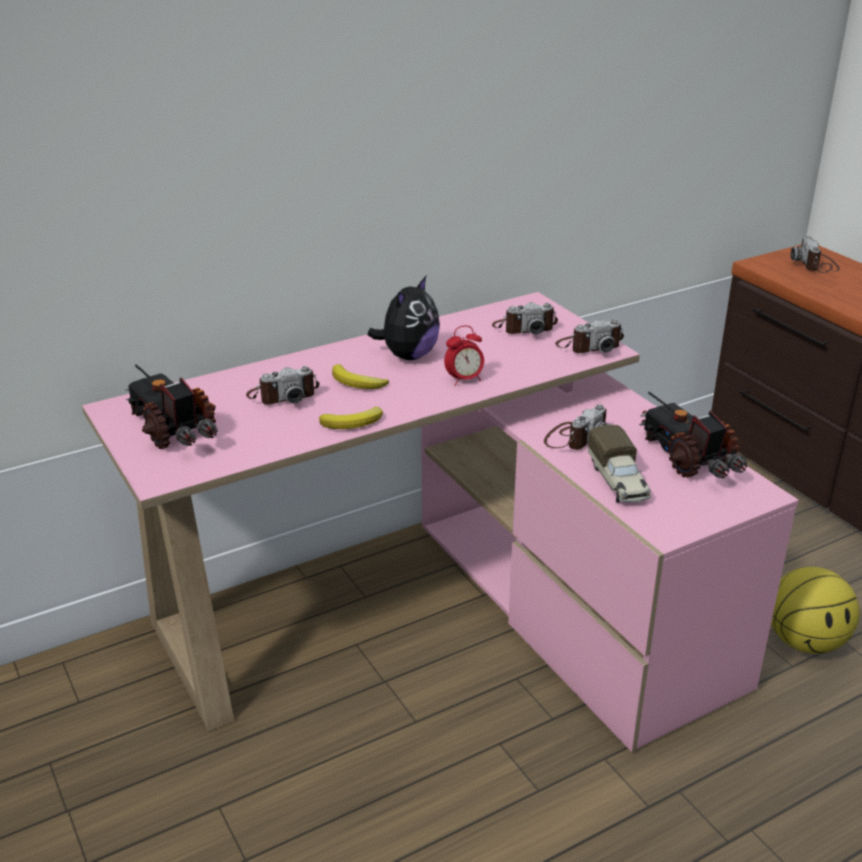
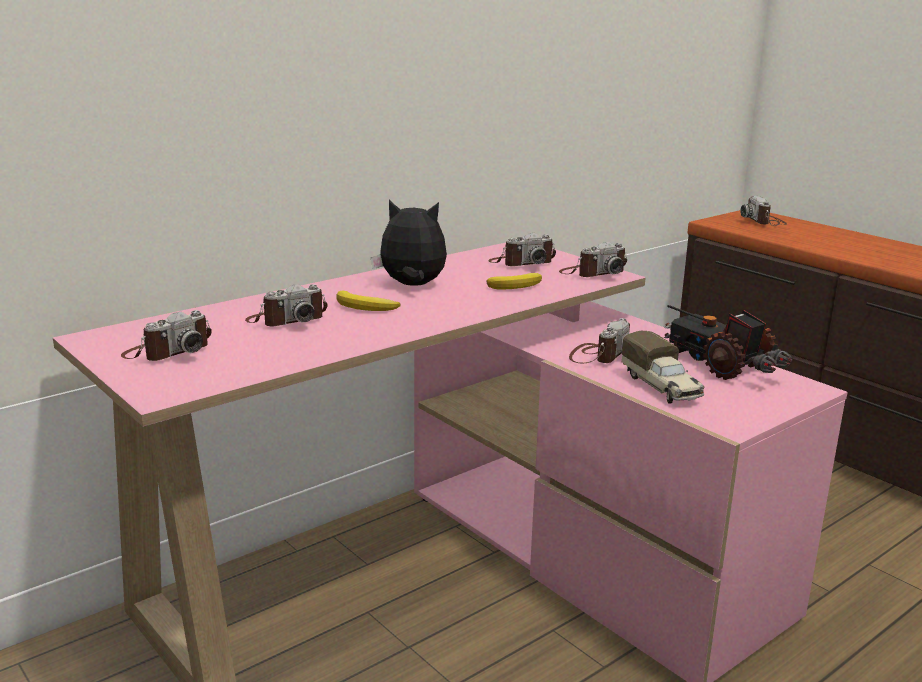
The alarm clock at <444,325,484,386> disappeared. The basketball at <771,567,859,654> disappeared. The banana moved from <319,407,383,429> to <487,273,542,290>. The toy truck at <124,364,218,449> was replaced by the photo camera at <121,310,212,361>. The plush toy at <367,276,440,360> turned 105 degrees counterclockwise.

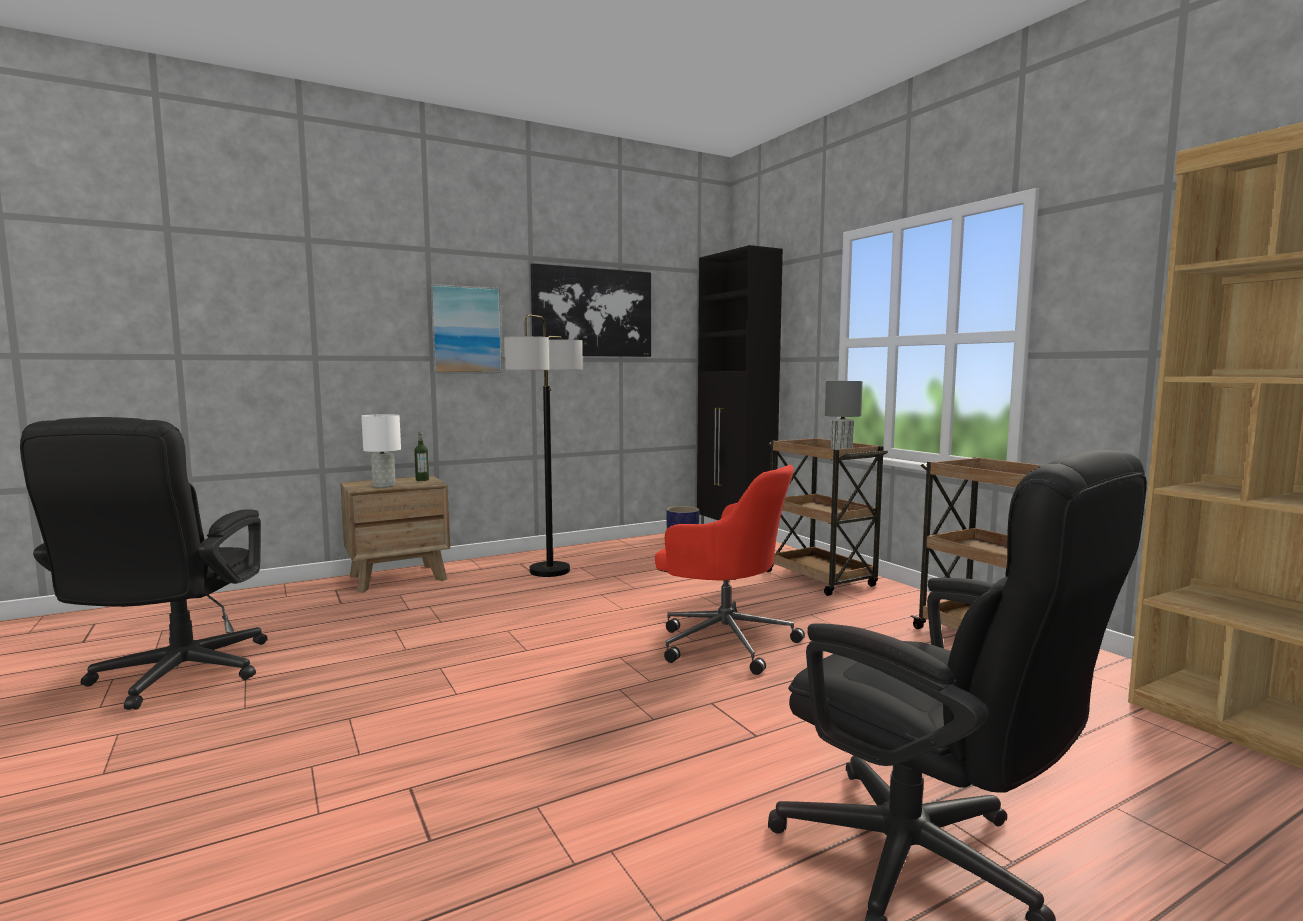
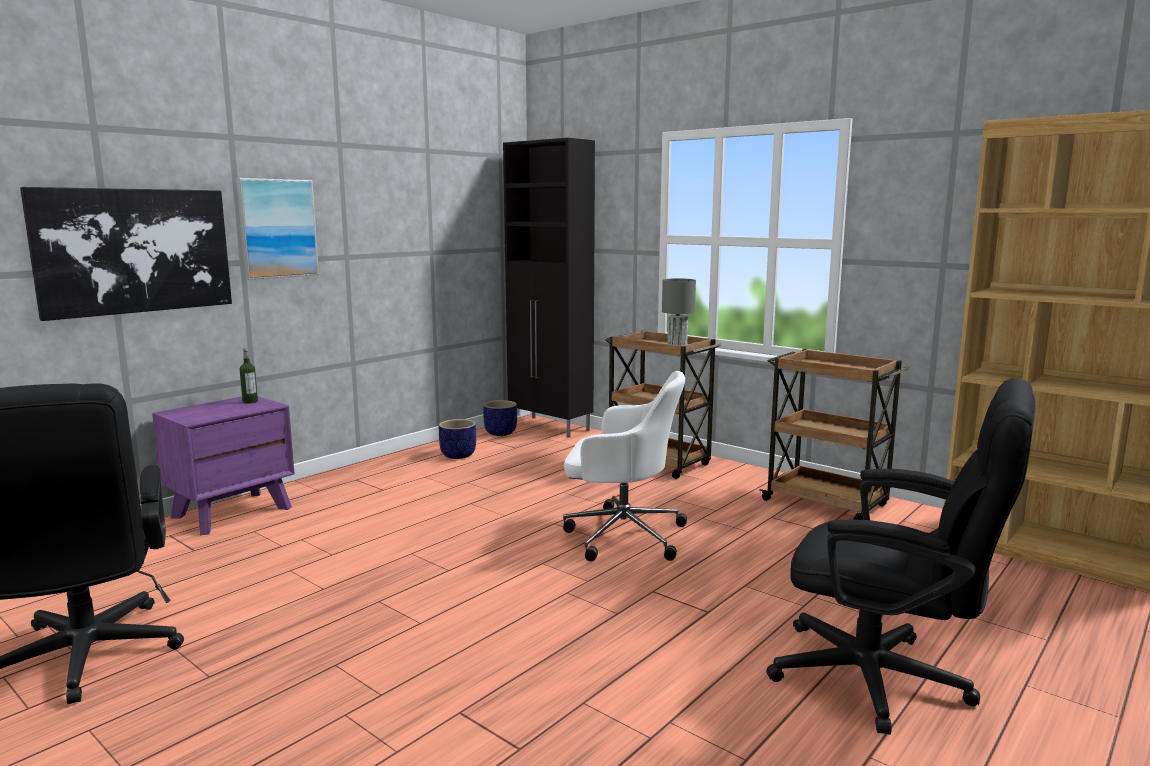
The table lamp/white at <361,414,401,488> disappeared. The floor lamp at <504,314,583,577> disappeared. The planter at <439,419,476,459> appeared. The picture moved from <531,263,651,357> to <20,187,232,321>. The nightstand/brown at <340,476,450,593> became the nightstand/purple at <152,396,294,535>. The office chair/red at <655,465,805,675> became the office chair/white at <563,371,687,561>.

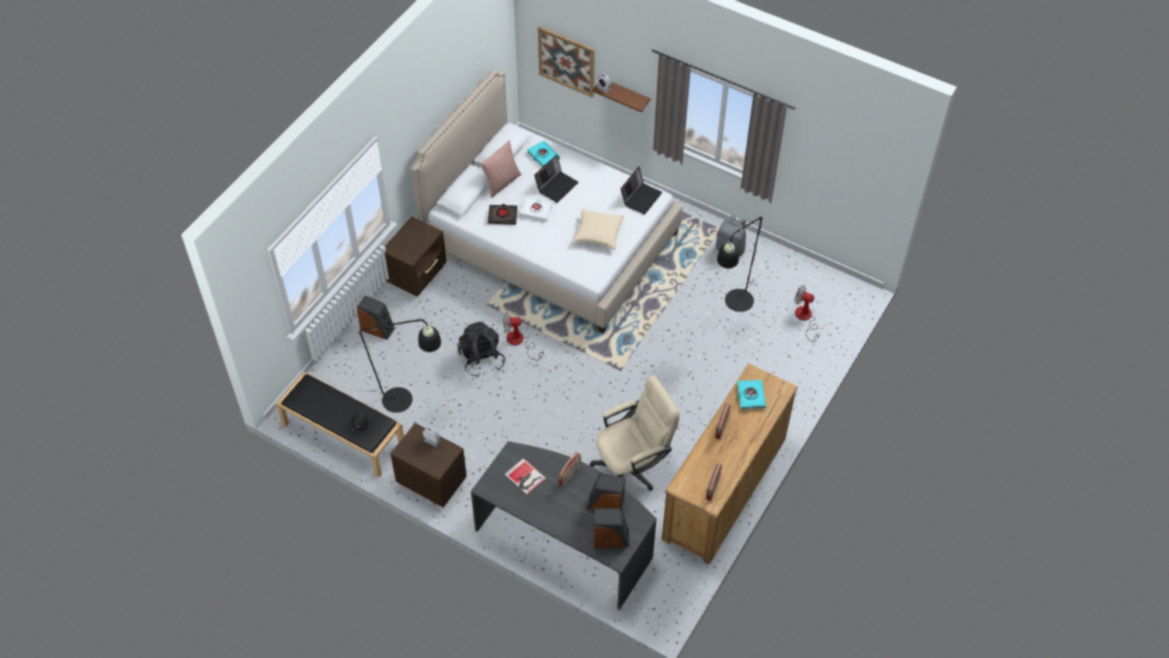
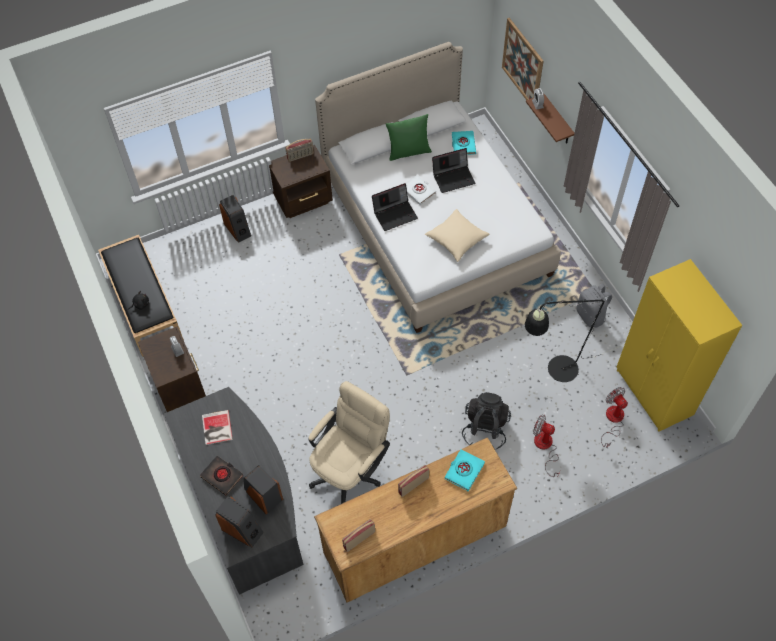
The floor lamp/black at <329,318,441,413> disappeared. The wardrobe/yellow at <617,259,742,431> appeared. The backpack/black moved from <457,322,505,377> to <462,392,511,449>. The book/black moved from <488,204,518,225> to <200,456,243,496>. The fan moved from <503,312,543,360> to <533,415,560,477>. The radio moved from <559,452,581,487> to <285,139,314,162>. The laptop moved from <621,166,662,215> to <372,183,418,231>. The pillow/pink at <480,140,522,198> became the pillow/green at <386,114,432,161>. The office chair/beige at <590,376,680,491> turned 60 degrees counterclockwise.

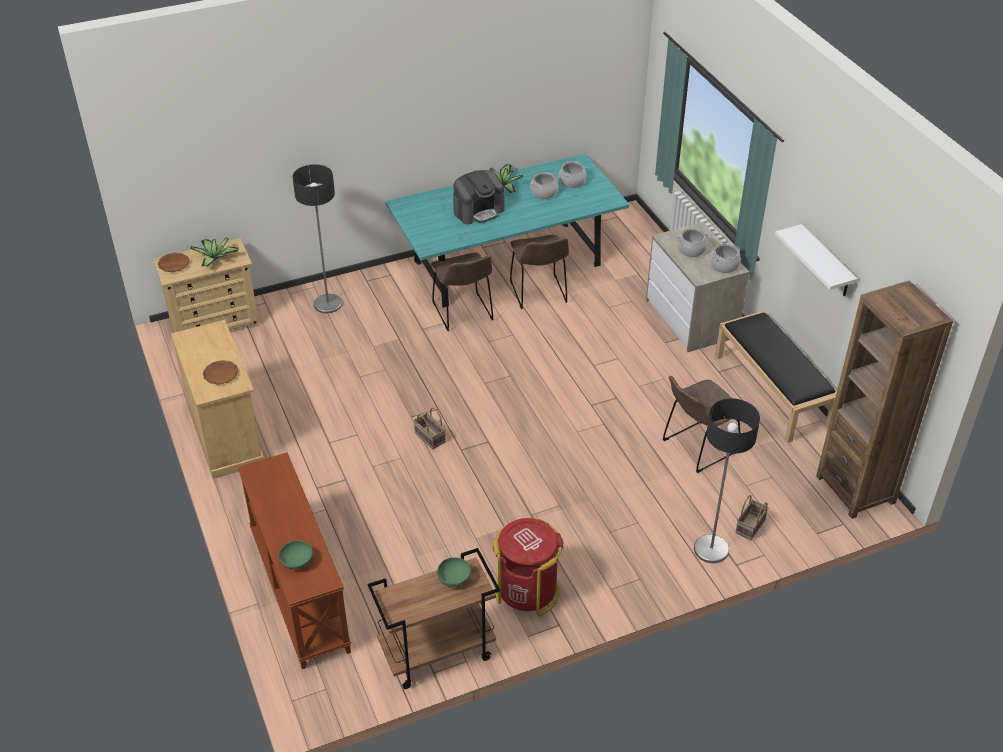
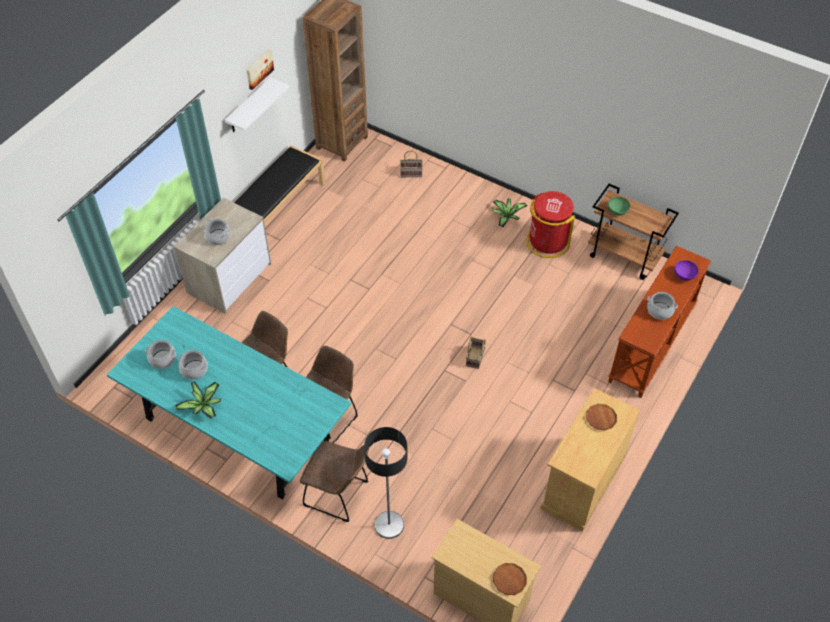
The coffee machine at <453,170,505,224> disappeared. The floor lamp at <694,398,760,563> disappeared. The picture at <247,50,274,90> appeared. The potted plant moved from <190,238,239,267> to <492,199,527,227>. The chair/brown moved from <663,376,740,473> to <300,441,369,522>. The cooking pot moved from <710,244,741,273> to <647,292,678,320>. The bowl/green at <279,541,313,569> became the bowl/purple at <674,260,698,281>.

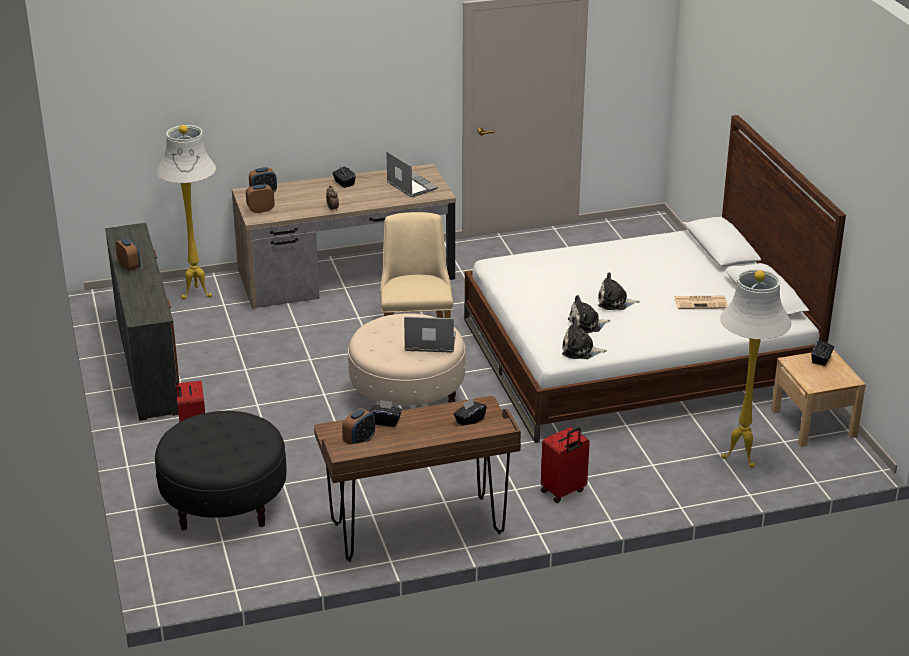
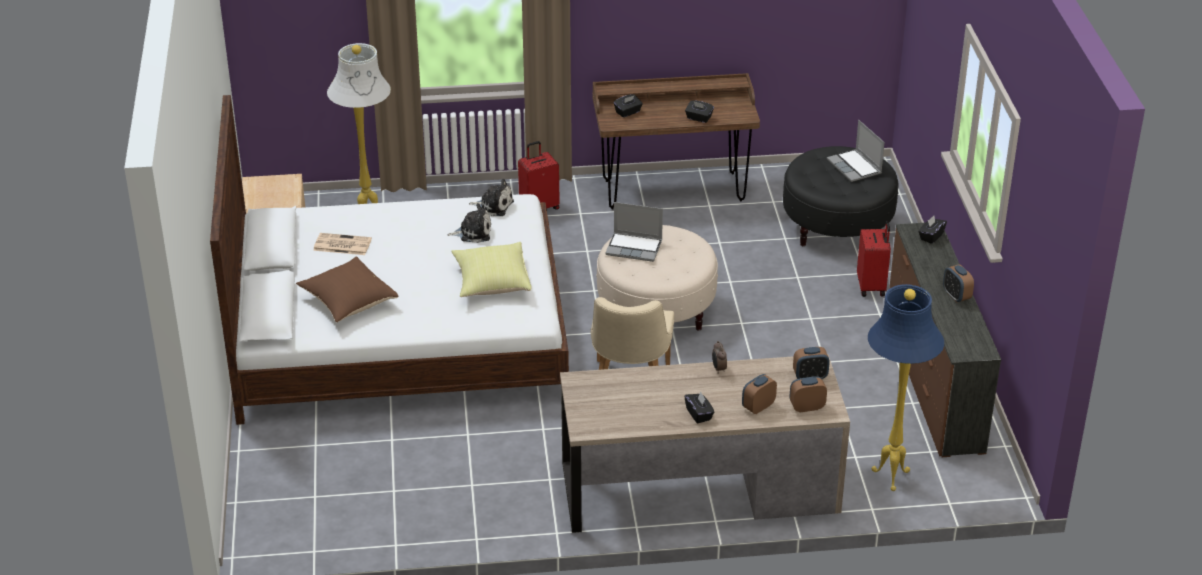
The plush toy at <598,272,640,310> disappeared. The pillow/brown at <296,256,399,323> appeared. The pillow/yellow at <451,242,531,297> appeared. The alarm clock moved from <342,408,375,444> to <742,374,777,414>. The laptop moved from <386,151,438,197> to <827,120,885,182>. The tissue box/black moved from <812,340,834,366> to <918,216,947,244>. The floor lamp/white at <156,125,216,299> became the floor lamp/blue at <868,284,944,491>.

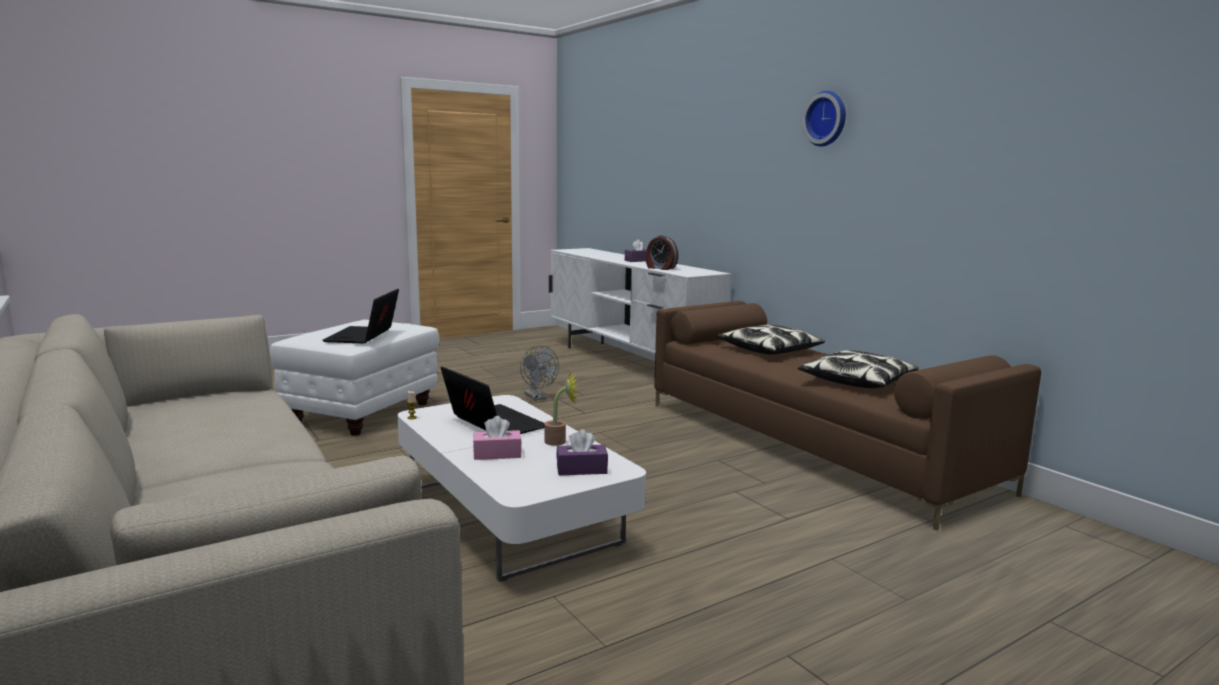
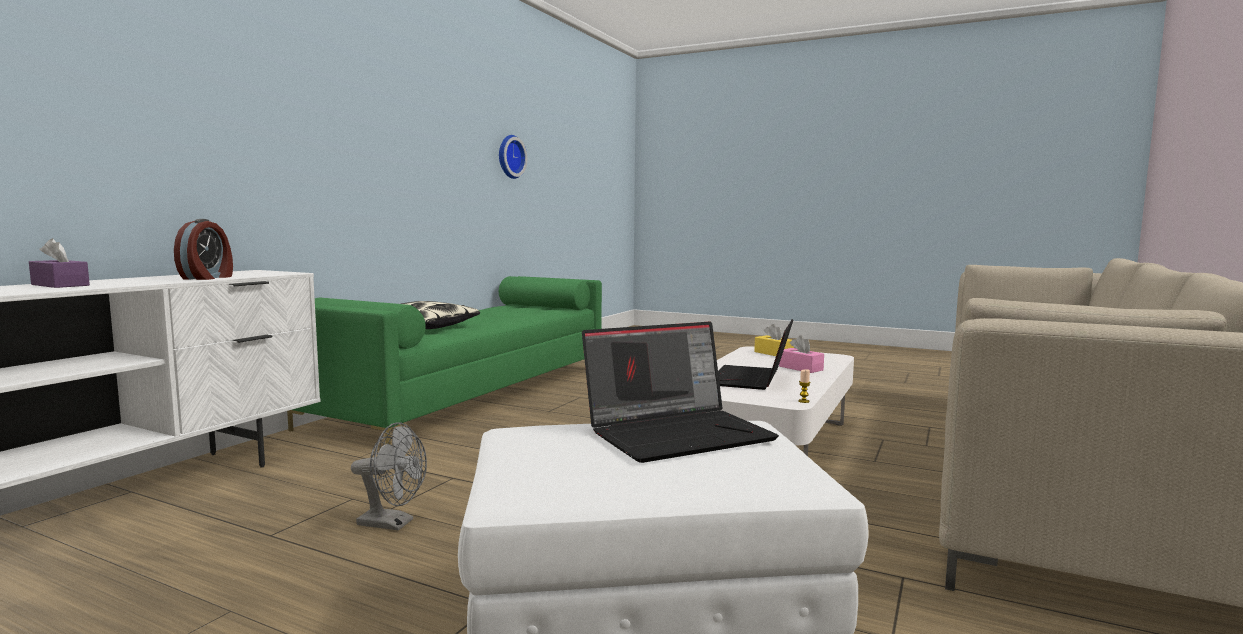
The potted plant at <544,372,578,446> disappeared. The pillow at <798,350,919,388> disappeared. The wall clock moved from <802,91,846,147> to <499,135,527,179>. The tissue box/purple at <556,429,608,475> became the tissue box/yellow at <754,324,794,356>. The sofa/brown at <654,301,1041,531> became the sofa/green at <287,276,602,445>. The fan/grey at <520,345,559,400> turned 75 degrees clockwise.

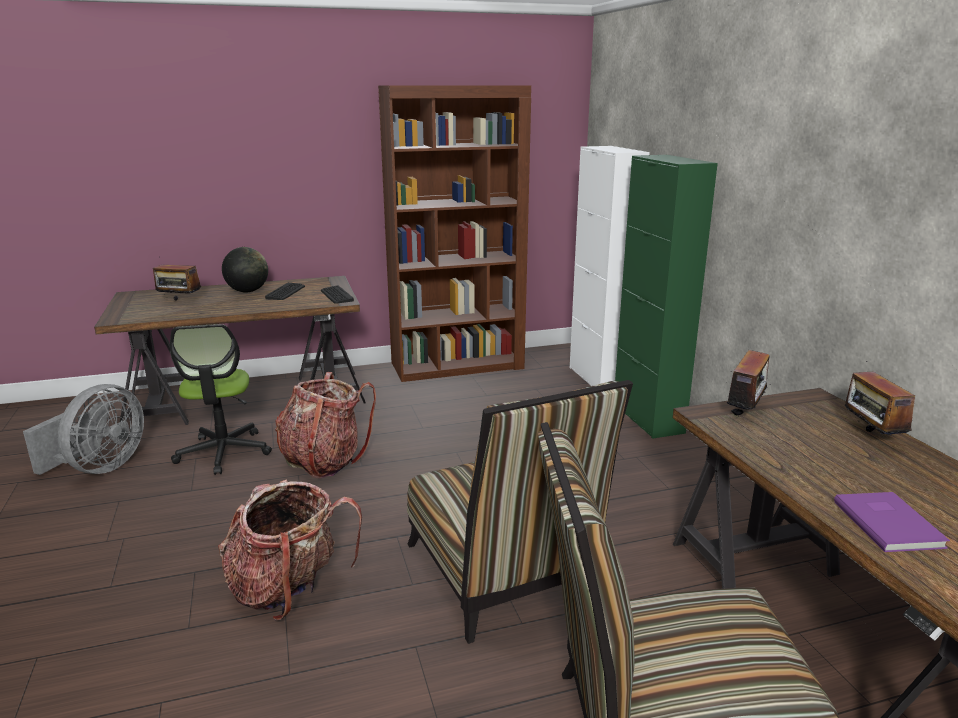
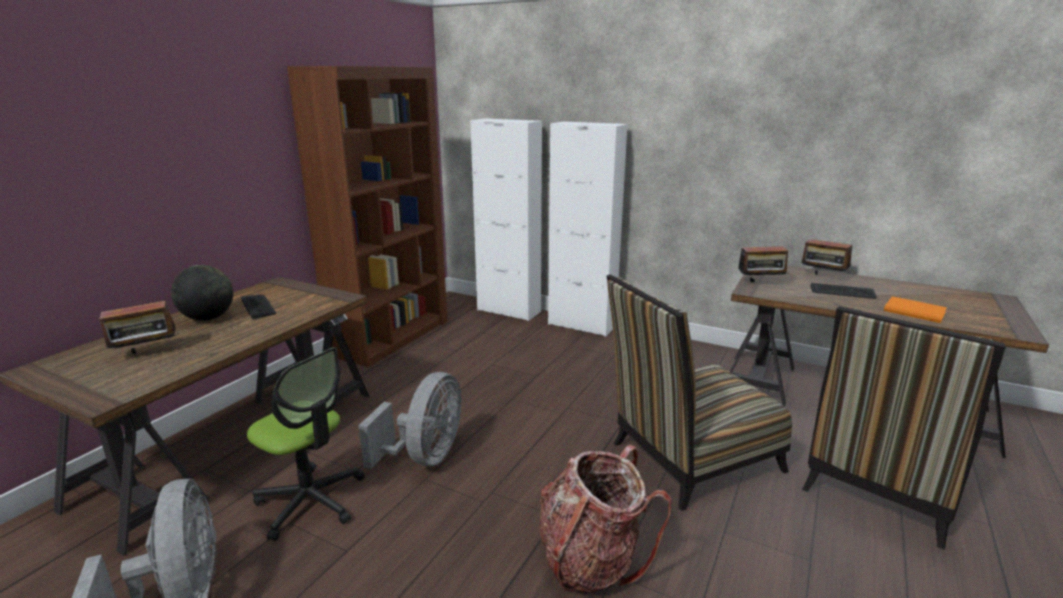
The keyboard moved from <321,285,354,304> to <811,283,876,299>. The backpack at <275,372,376,479> was replaced by the fan/grey at <359,372,461,469>. The cabinet/green at <615,155,718,439> became the cabinet/white at <548,121,628,337>. The book/purple at <834,492,950,552> became the book/orange at <884,296,947,323>. The chair at <407,380,633,644> turned 135 degrees clockwise. The radio at <727,350,778,418> turned 105 degrees clockwise.

